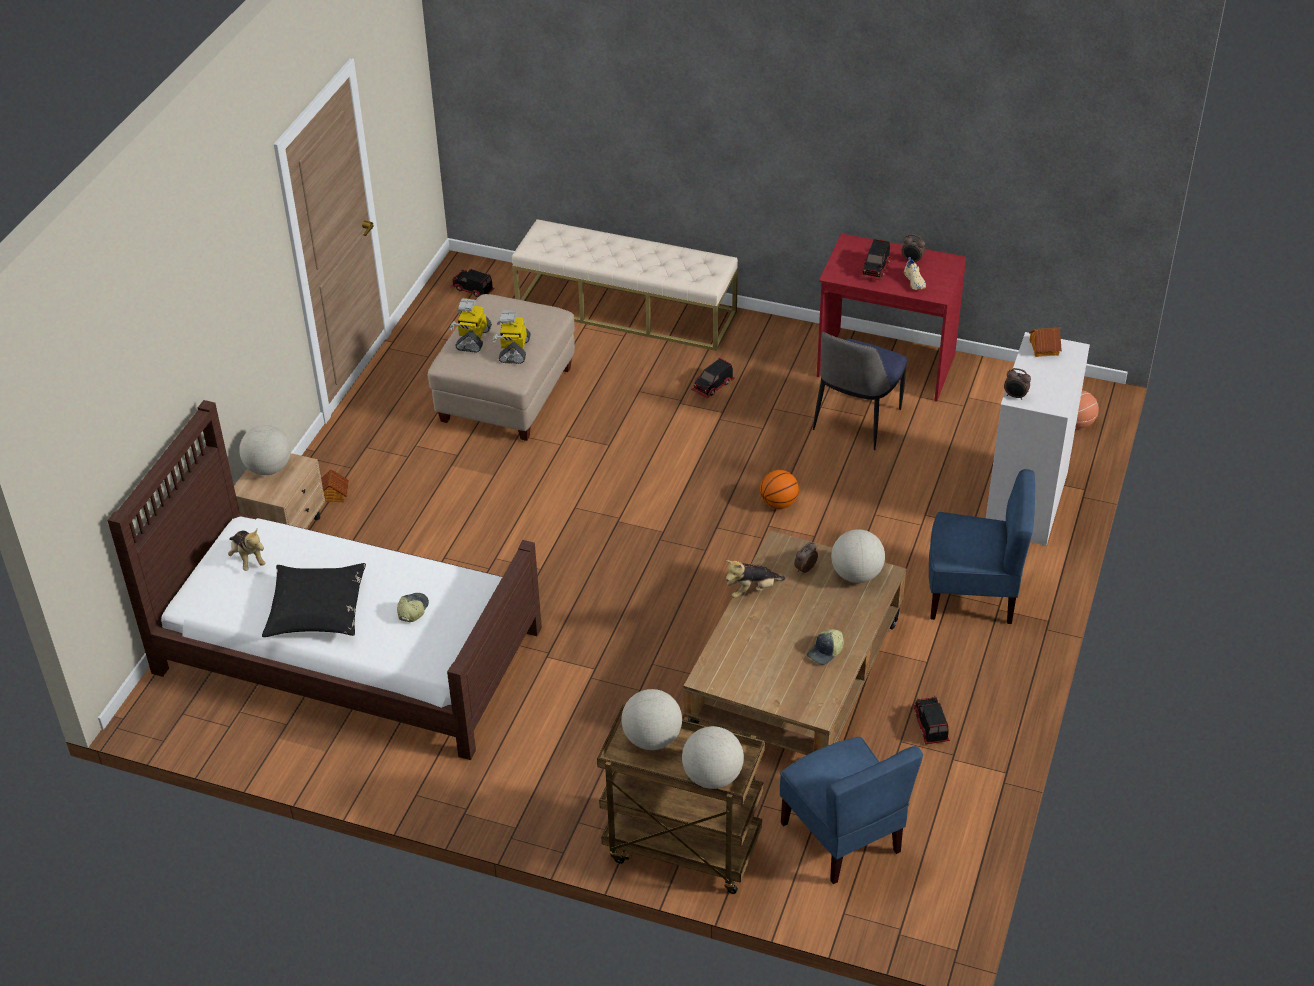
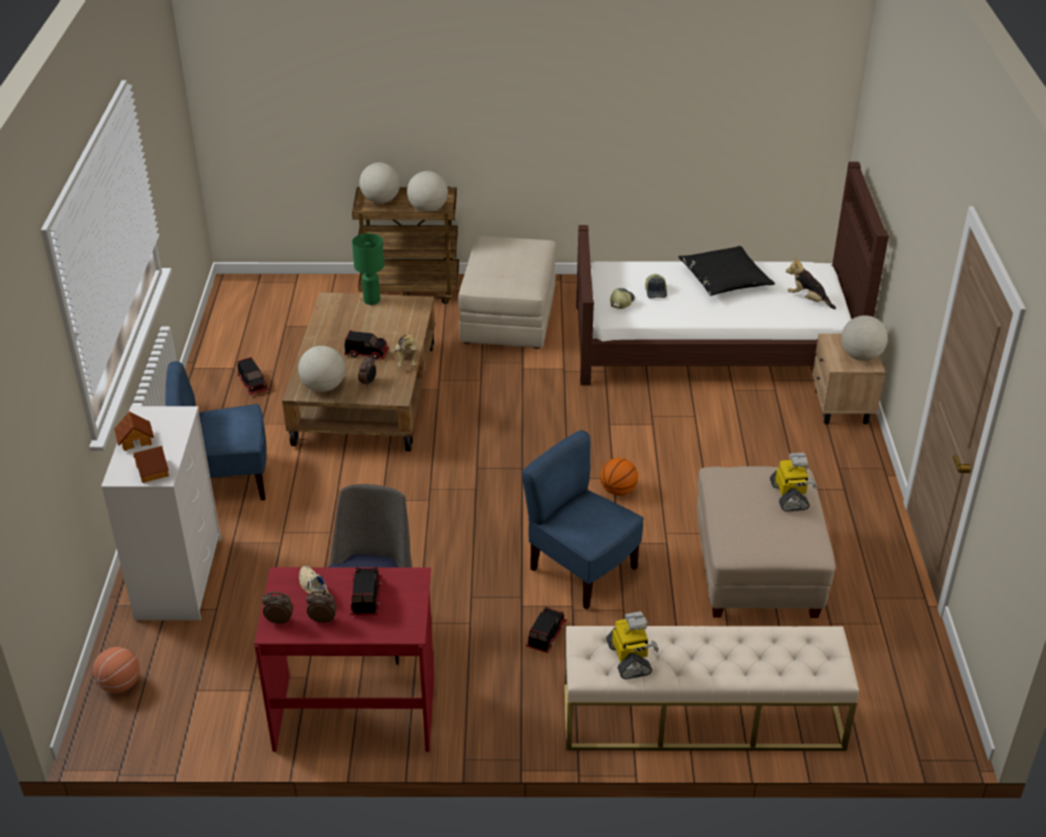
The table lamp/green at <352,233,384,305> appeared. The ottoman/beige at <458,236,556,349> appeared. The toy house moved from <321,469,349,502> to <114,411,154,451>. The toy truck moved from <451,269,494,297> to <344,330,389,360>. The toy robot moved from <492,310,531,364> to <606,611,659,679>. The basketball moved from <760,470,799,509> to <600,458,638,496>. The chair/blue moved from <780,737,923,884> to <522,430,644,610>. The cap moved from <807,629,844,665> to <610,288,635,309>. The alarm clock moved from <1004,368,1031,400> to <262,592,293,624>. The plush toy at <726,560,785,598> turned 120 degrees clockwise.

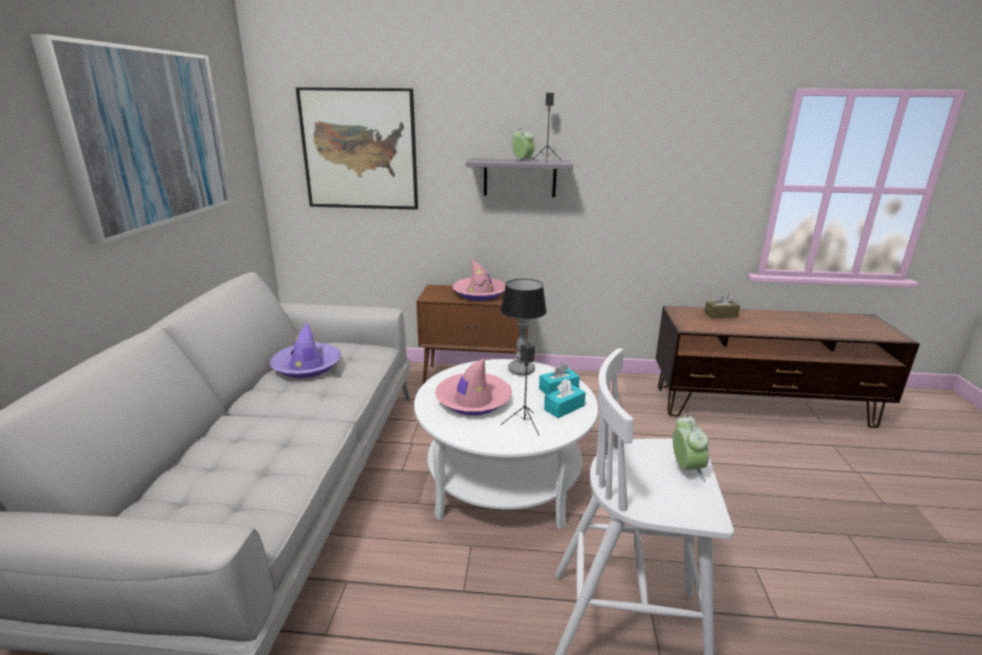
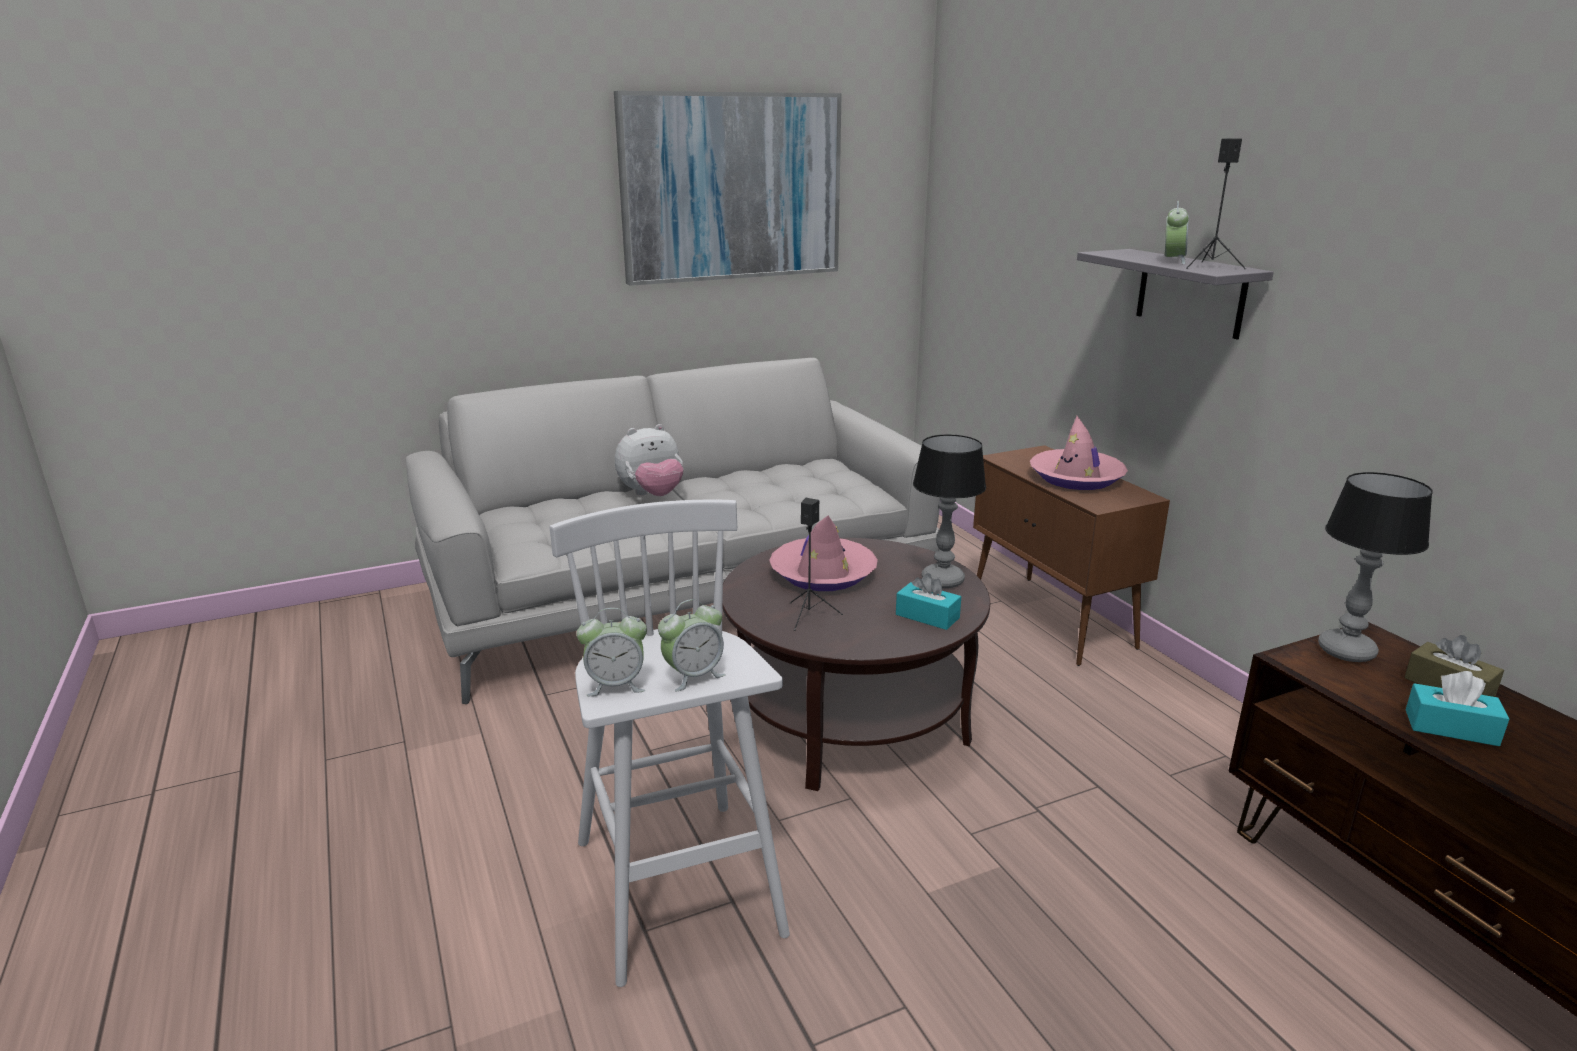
The hat/purple at <270,322,341,378> disappeared. The picture at <296,87,418,210> disappeared. The alarm clock at <576,608,647,696> appeared. The plush toy at <615,424,684,496> appeared. The table lamp at <1318,472,1433,662> appeared. The tissue box/turquoise moved from <544,379,586,418> to <1406,671,1509,746>. The coffee table/white at <414,359,598,529> became the coffee table/brown at <722,538,990,791>.

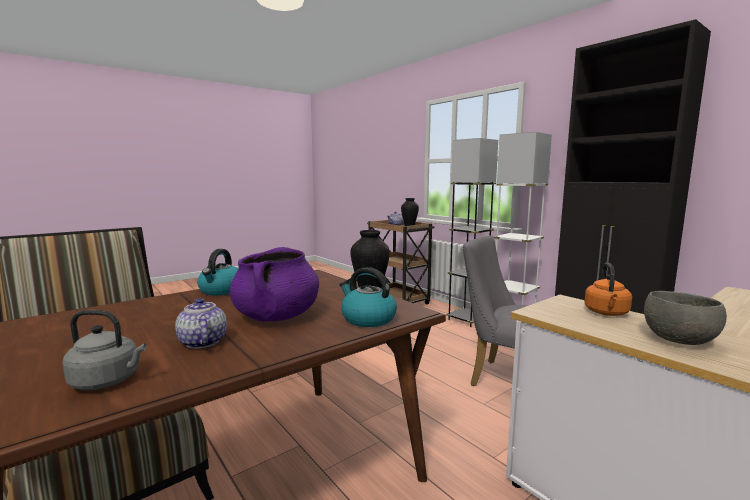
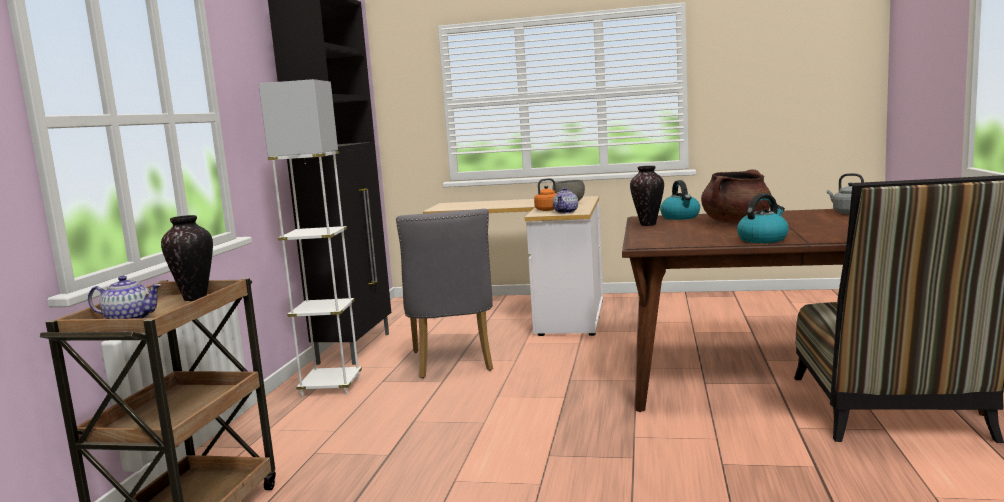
The floor lamp/grey at <446,138,498,327> disappeared. The teapot moved from <175,298,227,349> to <553,188,578,213>. The cooking pot/purple at <229,247,319,322> became the cooking pot/brown at <701,170,771,223>.

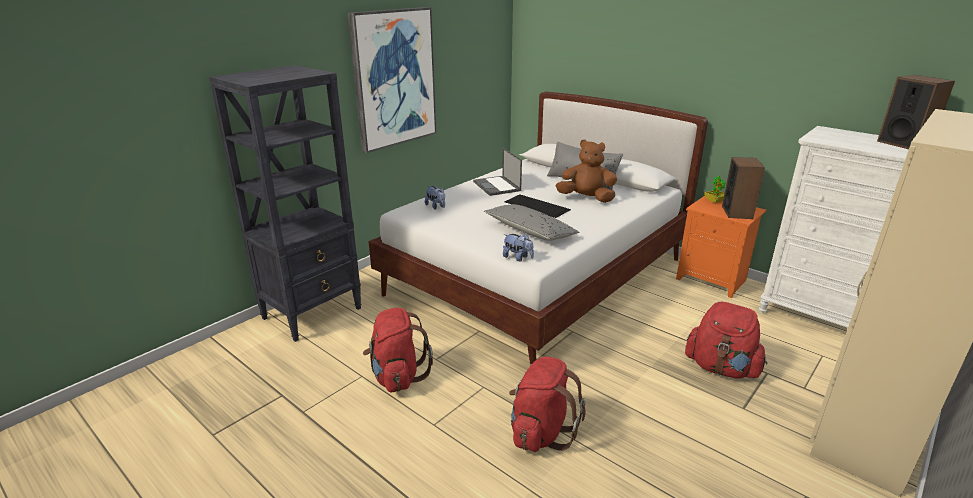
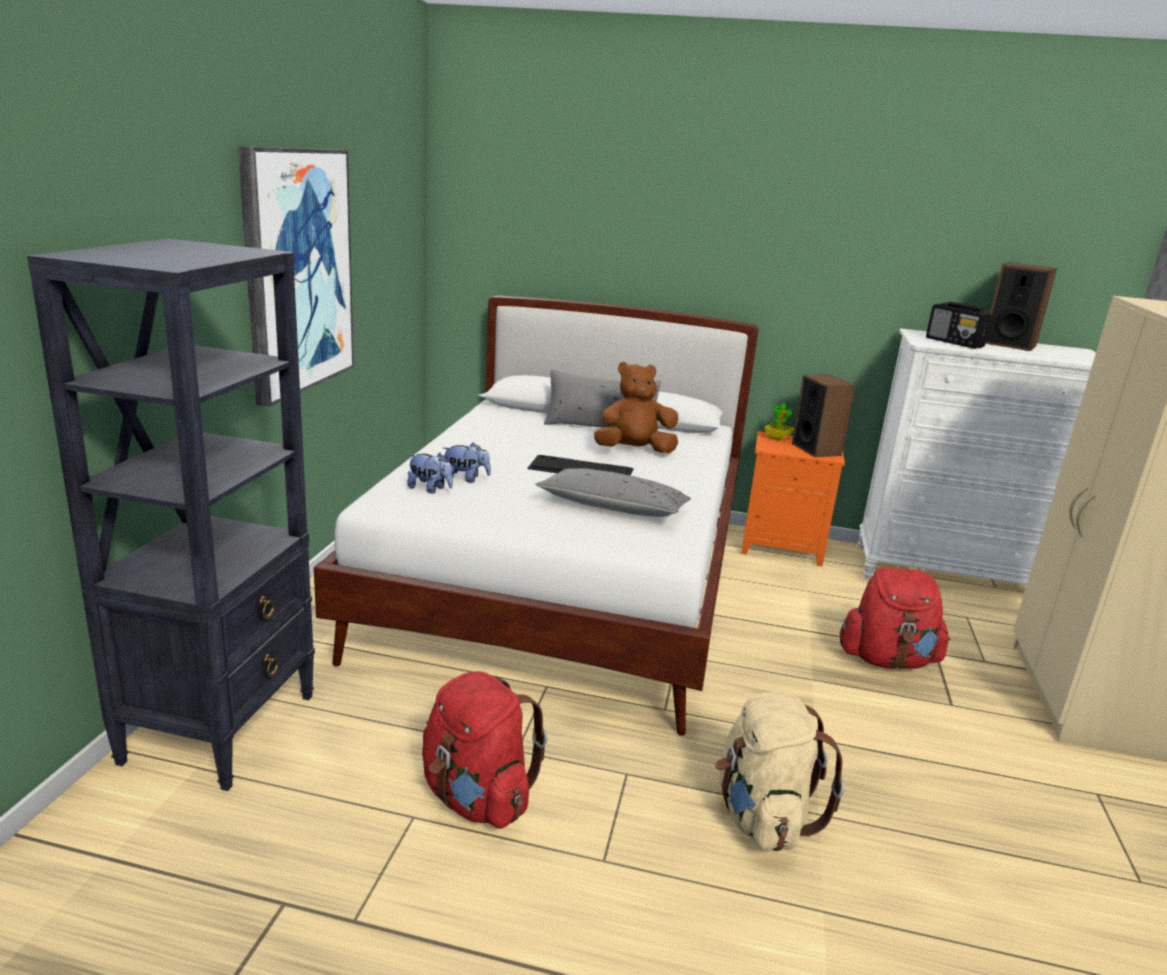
The laptop at <473,148,522,196> disappeared. The radio at <926,302,992,349> appeared. The plush toy moved from <503,233,534,261> to <443,443,491,483>. The backpack/red at <509,357,586,452> became the backpack/beige at <715,692,845,851>.

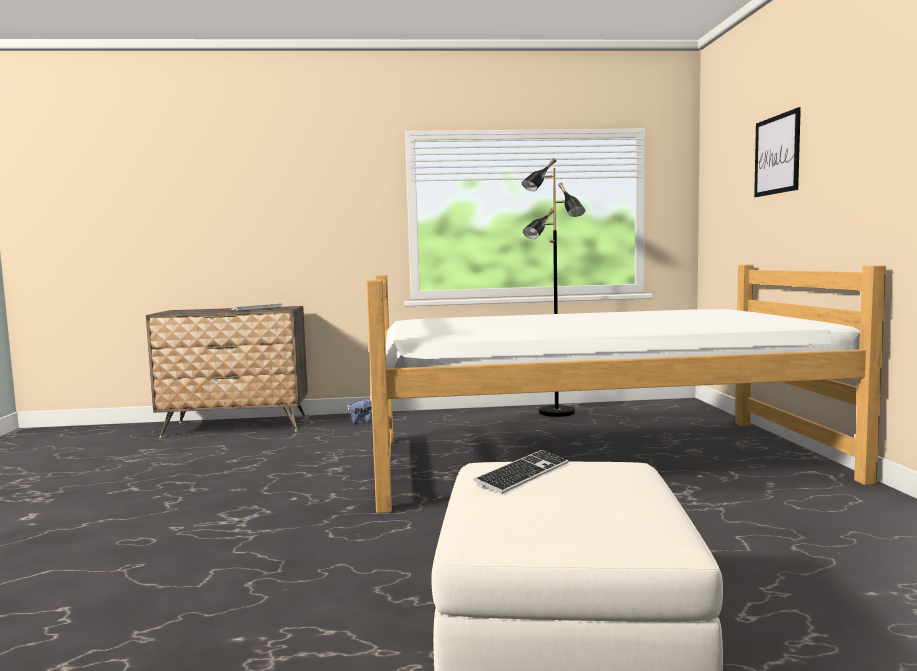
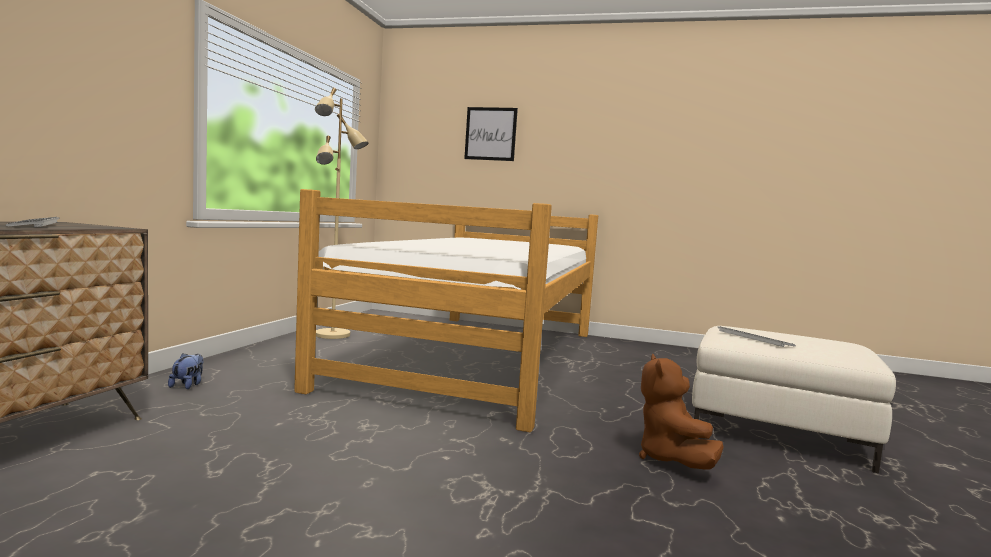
The plush toy/brown at <639,354,724,470> appeared. The floor lamp/black at <522,158,585,417> became the floor lamp/beige at <315,88,369,339>.

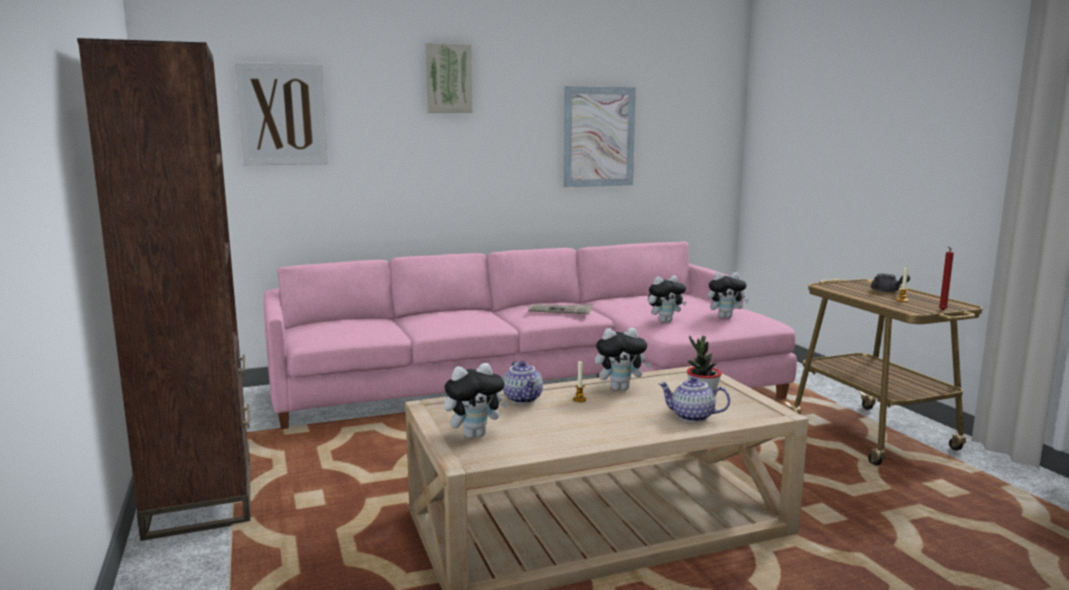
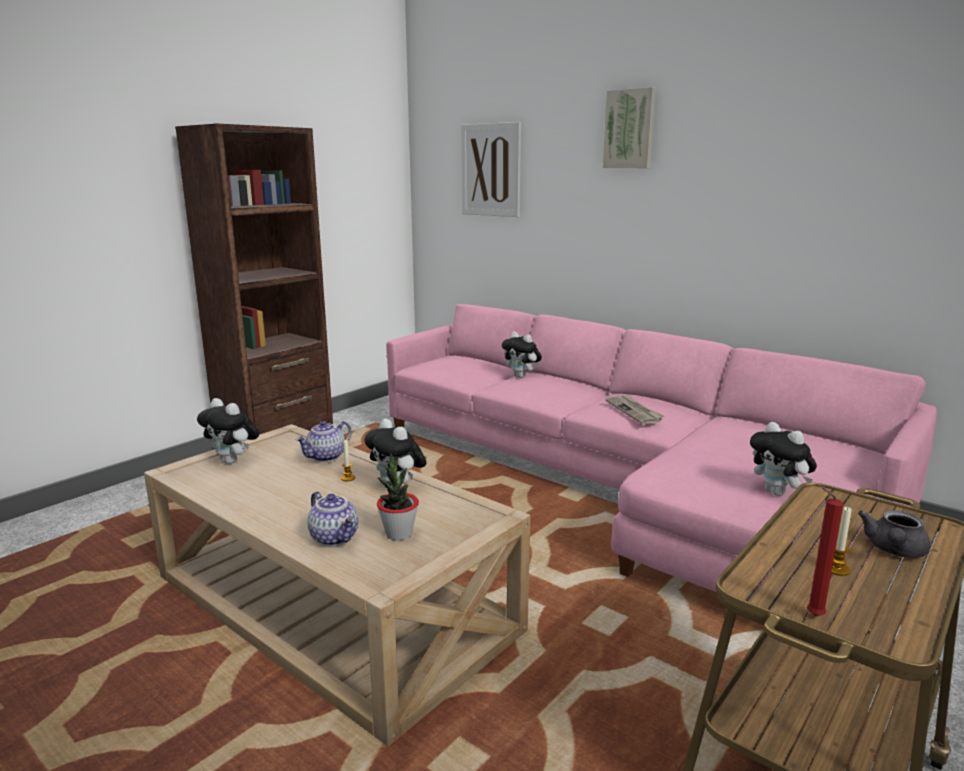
The picture at <563,86,636,187> disappeared. The plush toy moved from <648,276,687,322> to <502,332,542,378>. The teapot at <659,376,730,422> turned 150 degrees clockwise.

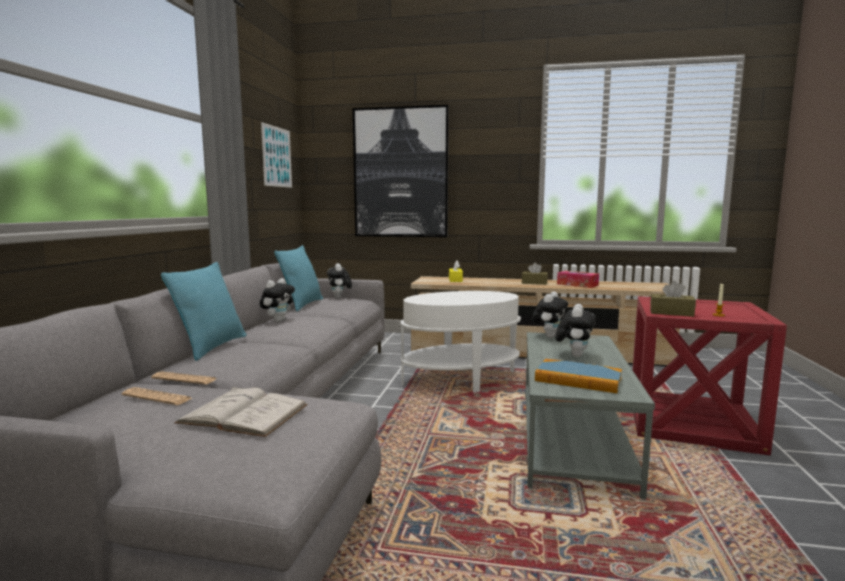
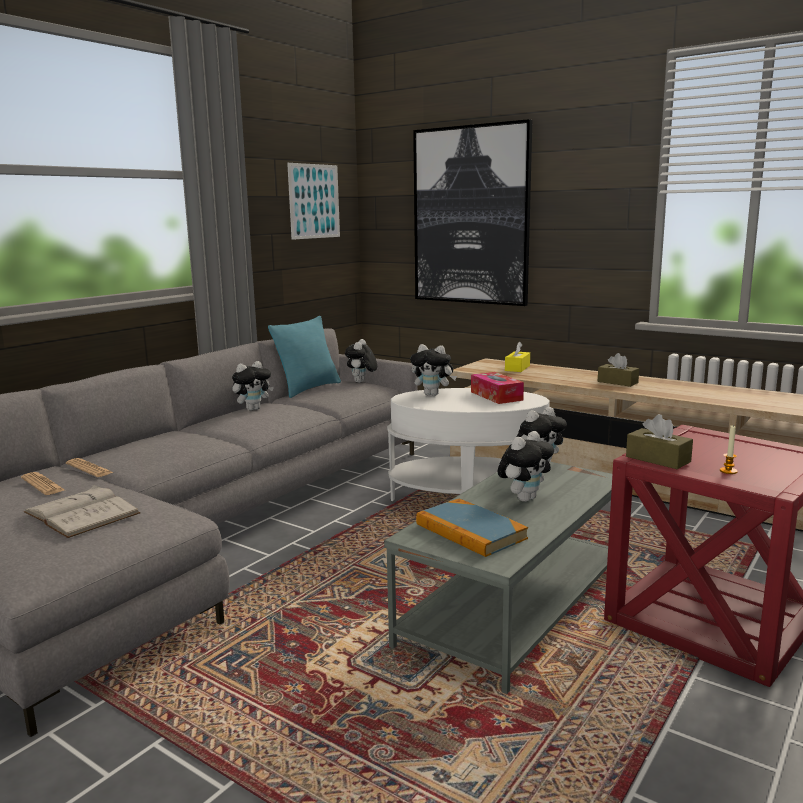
The pillow/turquoise at <161,262,247,361> disappeared. The plush toy at <410,344,457,396> appeared. The tissue box moved from <557,271,599,288> to <471,372,524,404>.

